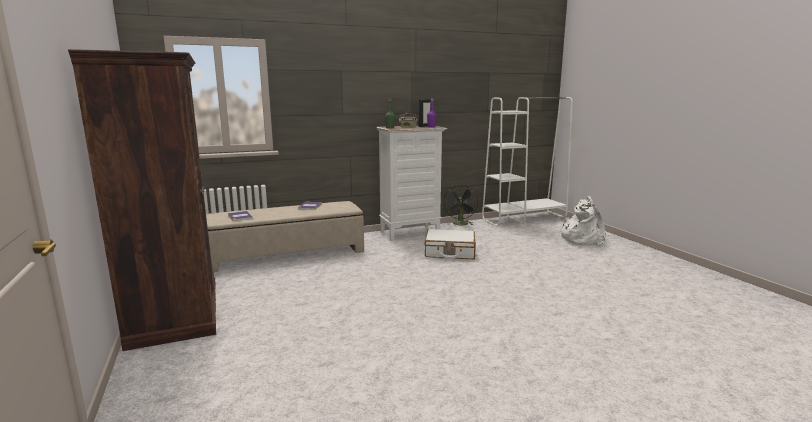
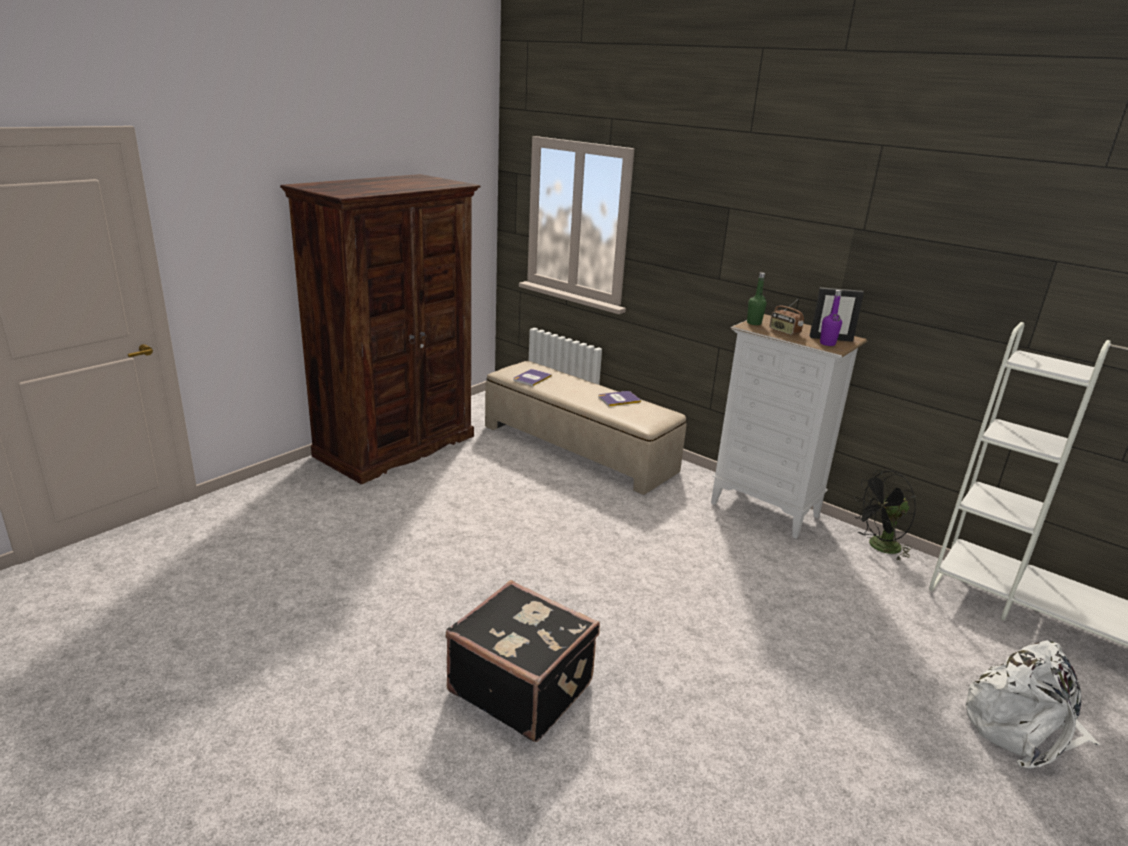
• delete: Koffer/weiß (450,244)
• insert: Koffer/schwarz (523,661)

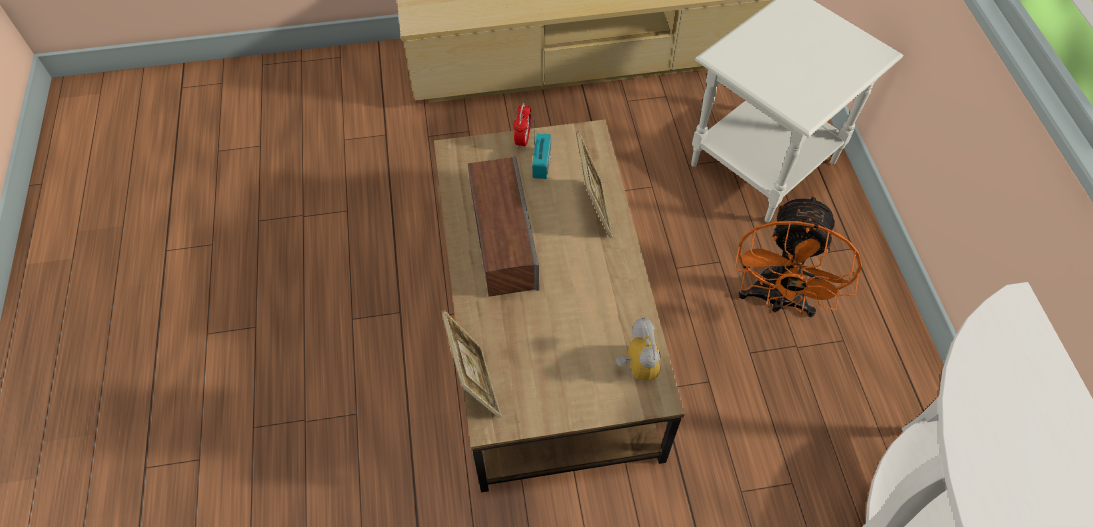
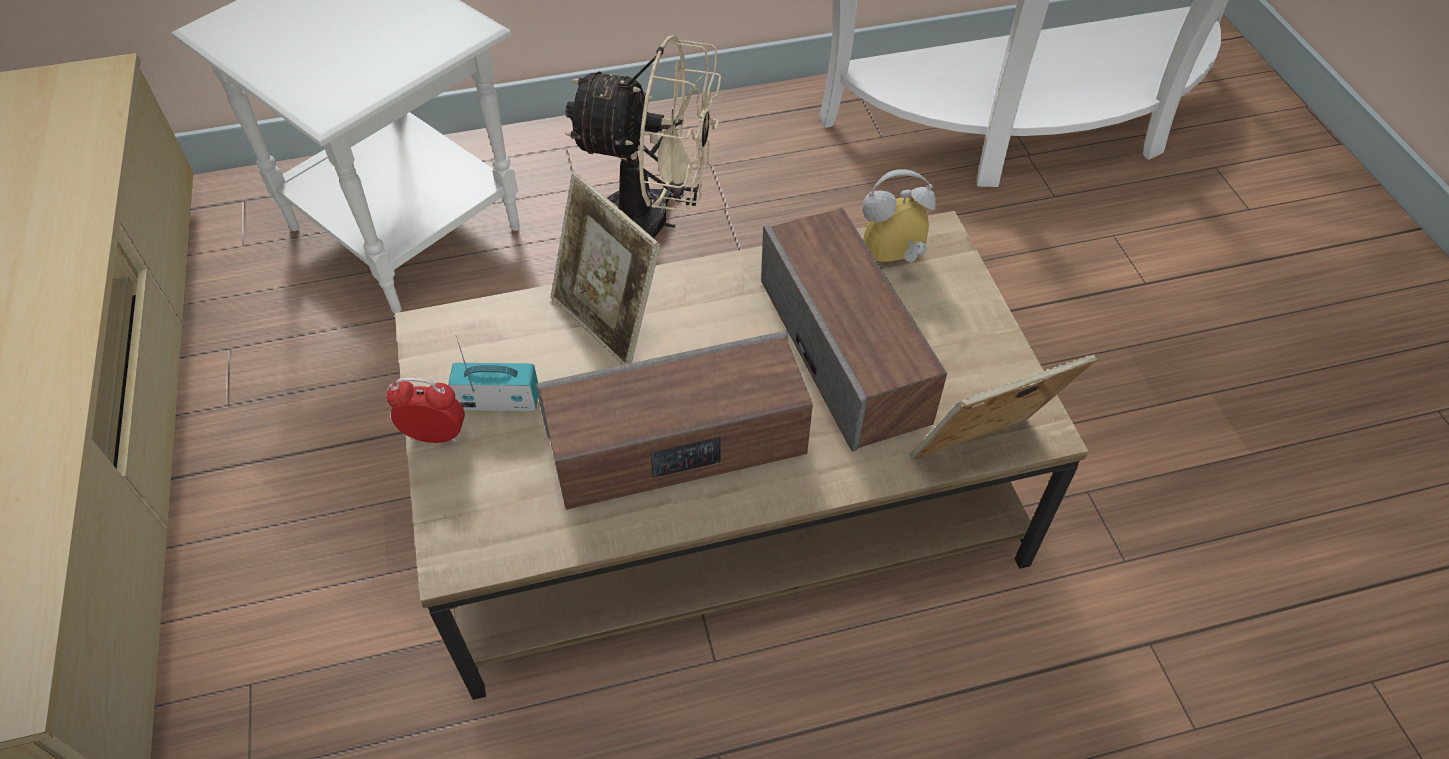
• rotate: Bilderrahmen (594,184) = (606,269) 120 degrees counterclockwise
• recolor: Ventilator/orange (798,255) to Ventilator/beige (643,136)
• insert: Lautsprecher (854,330)

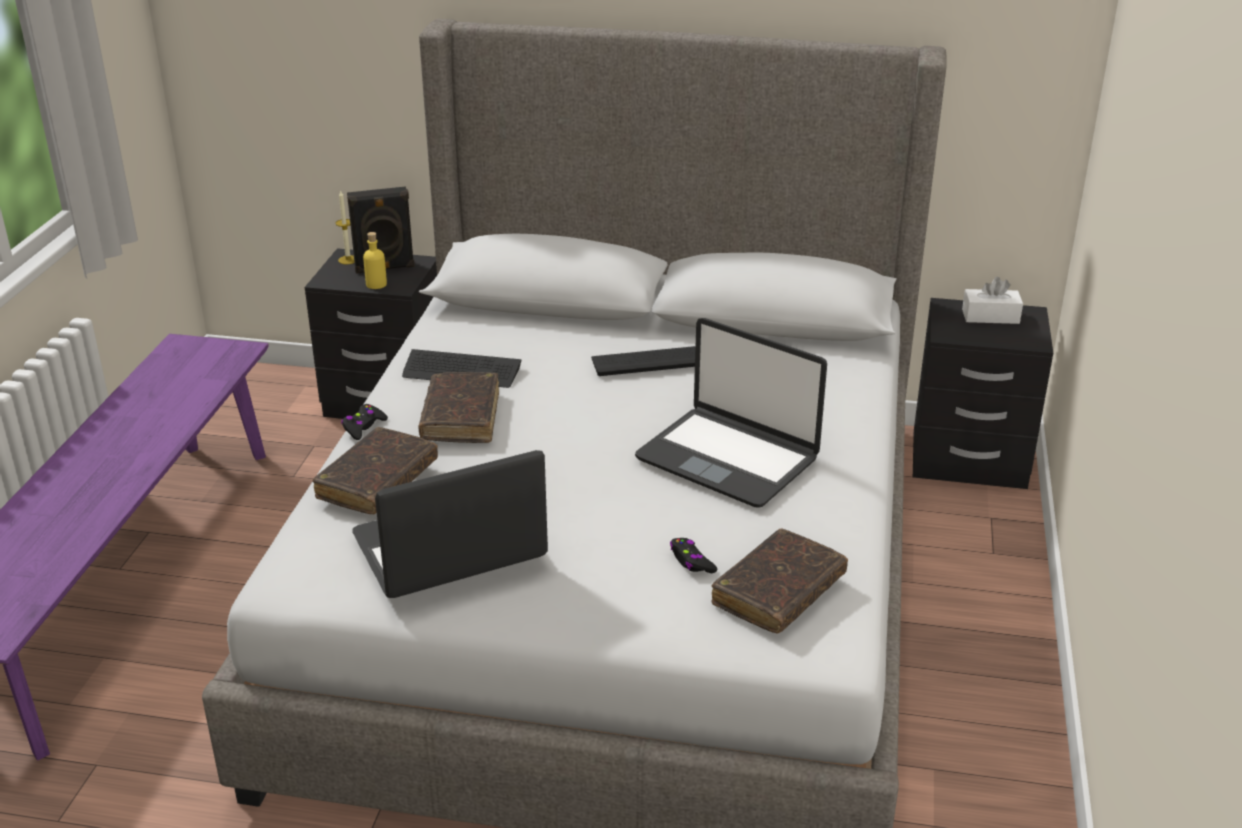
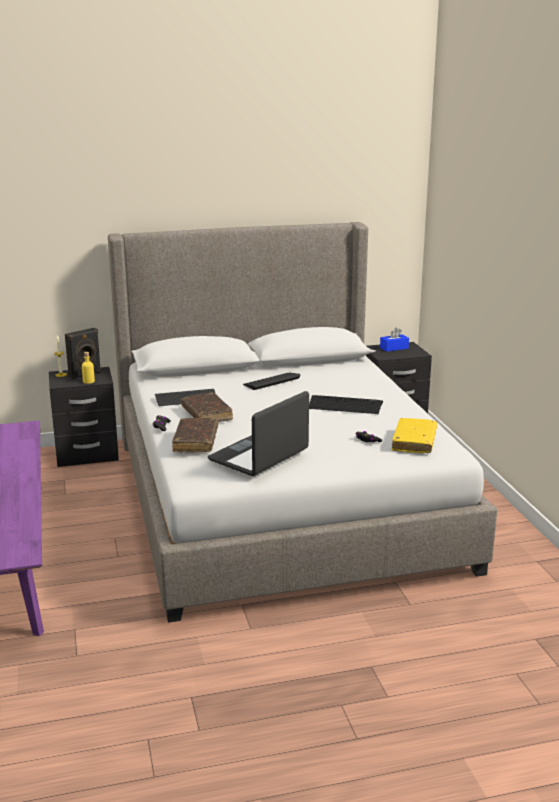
• recolor: Taschentuchbox/weiß (992,300) to Taschentuchbox/blau (394,340)
• replace: Laptop (731,413) to Tastatur (346,404)
• recolor: Buch/braun (779,581) to Buch/gelb (414,435)

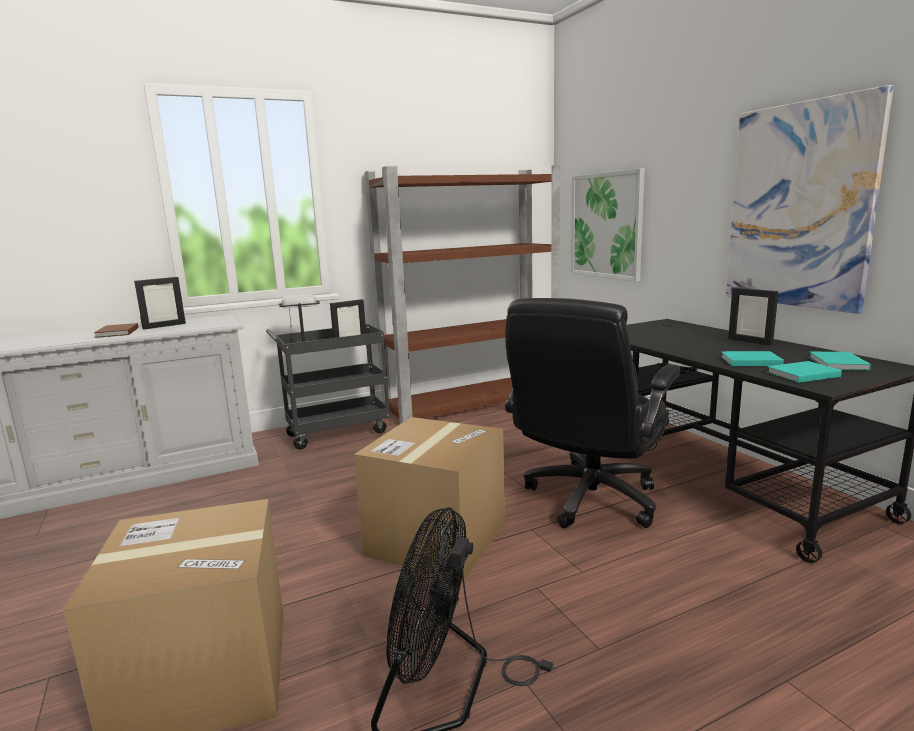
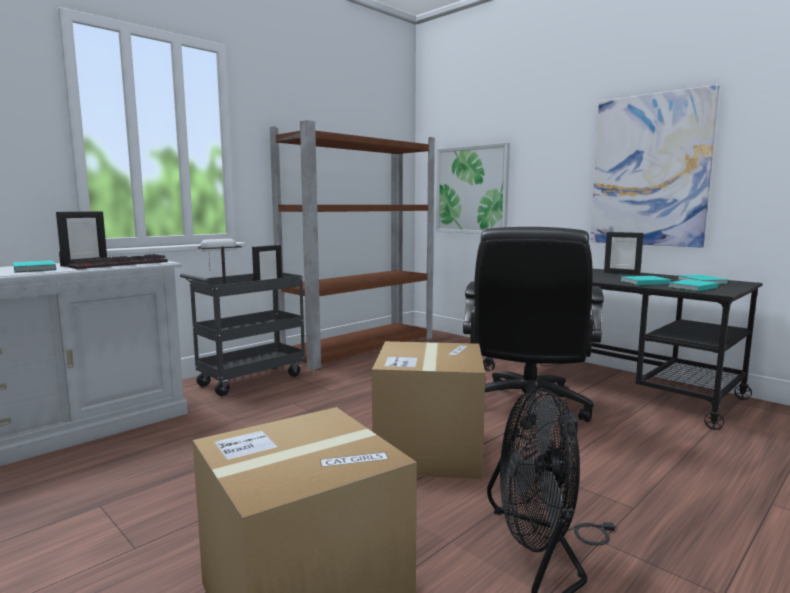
• recolor: Buch/braun (116,330) to Buch/türkis (34,266)
• insert: Tastatur (117,261)

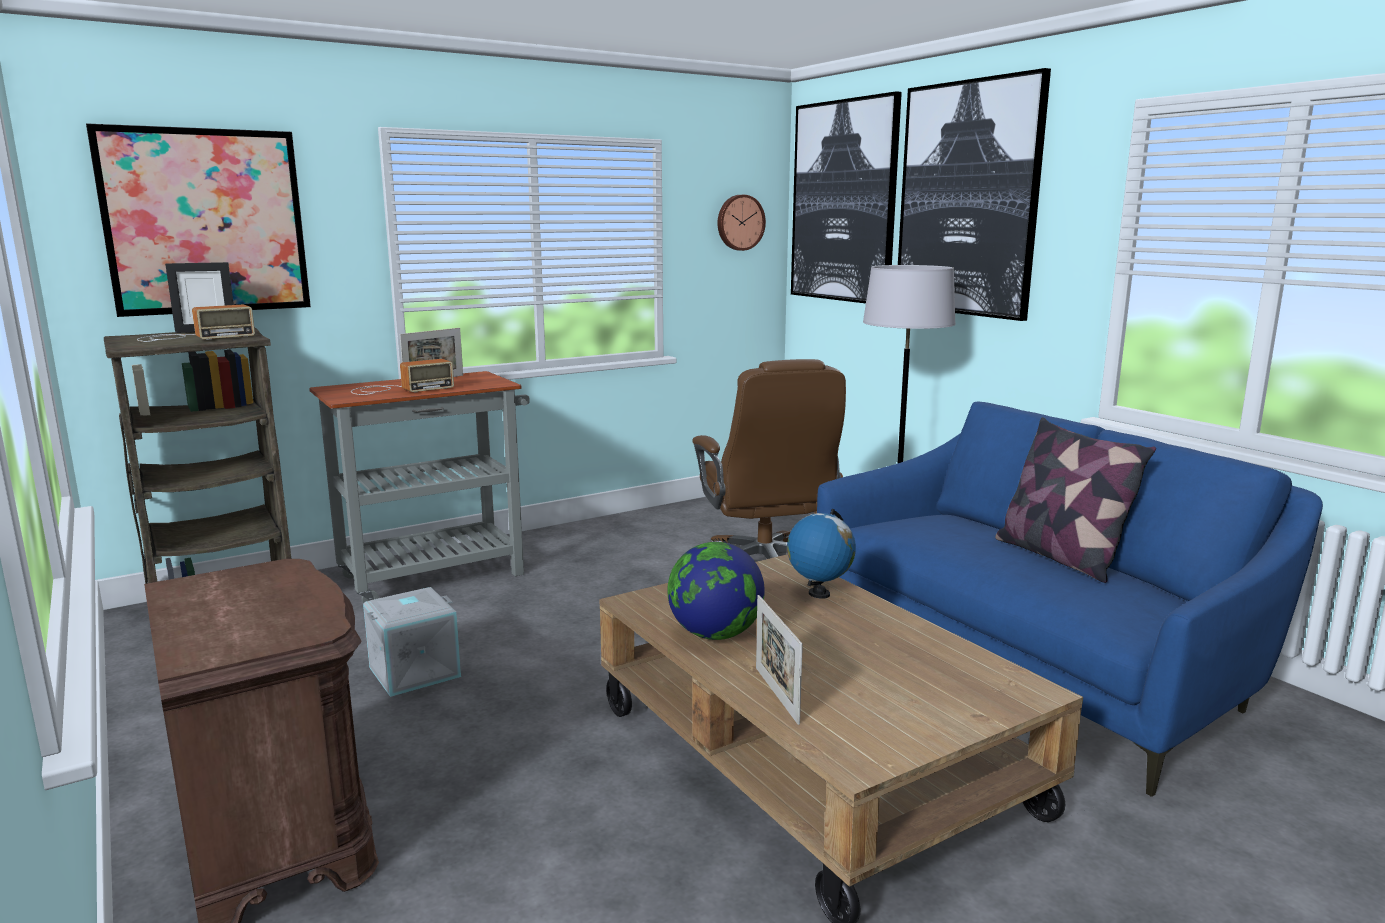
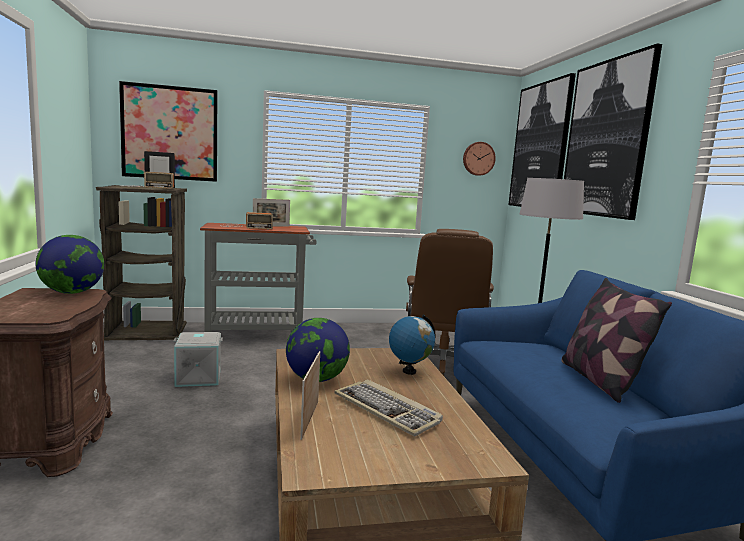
• insert: Globus (69,264)
• insert: Tastatur (388,408)

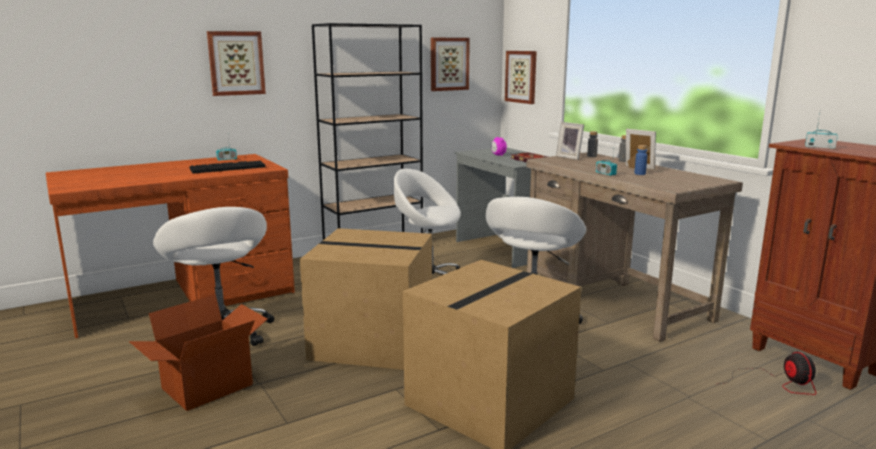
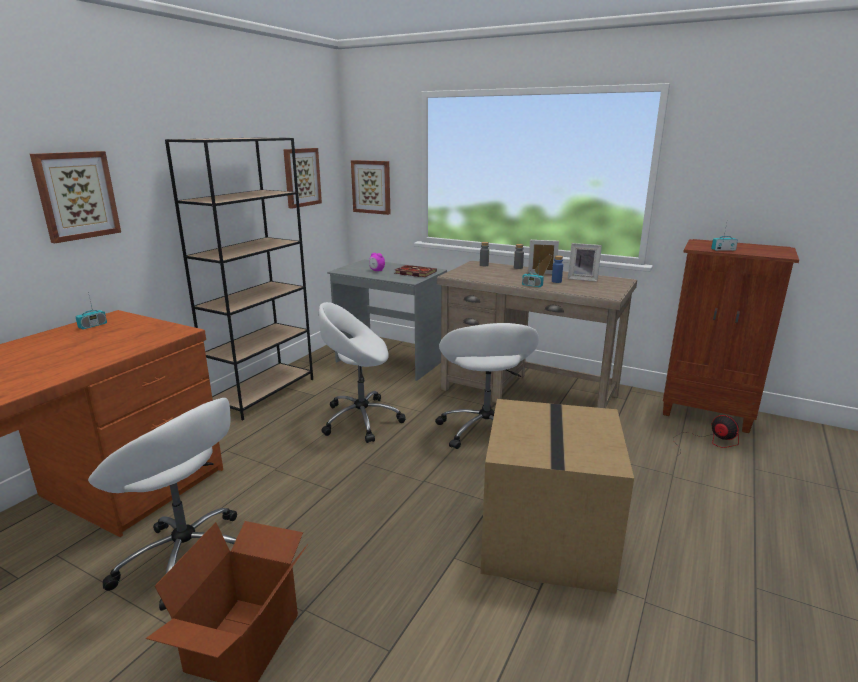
• move: Bilderrahmen (570,141) to (585,262)
• delete: Tastatur (227,167)
• delete: Karton (366,299)

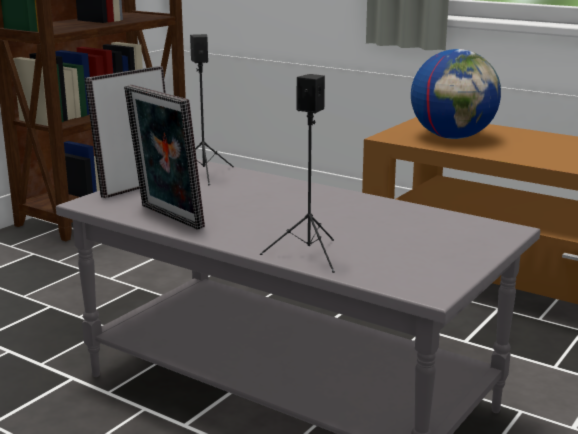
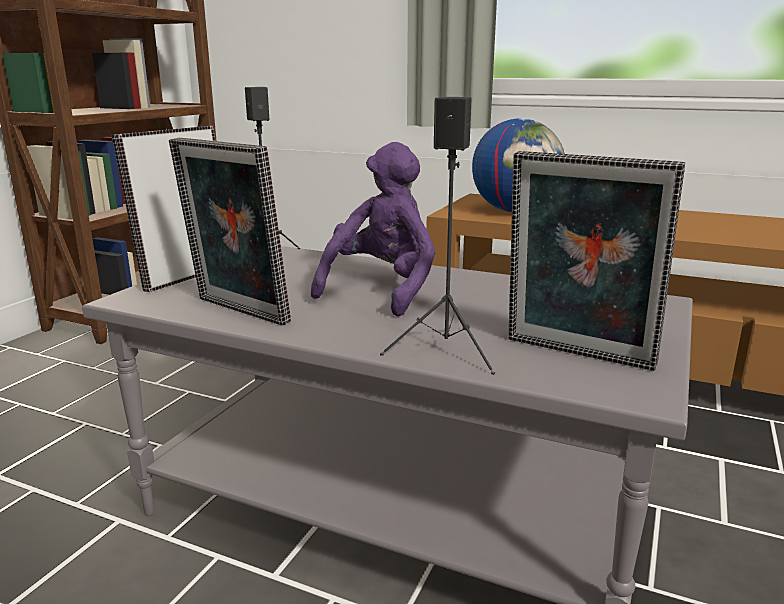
• insert: Plüschtier/lila (373,229)
• insert: Bilderrahmen (596,261)

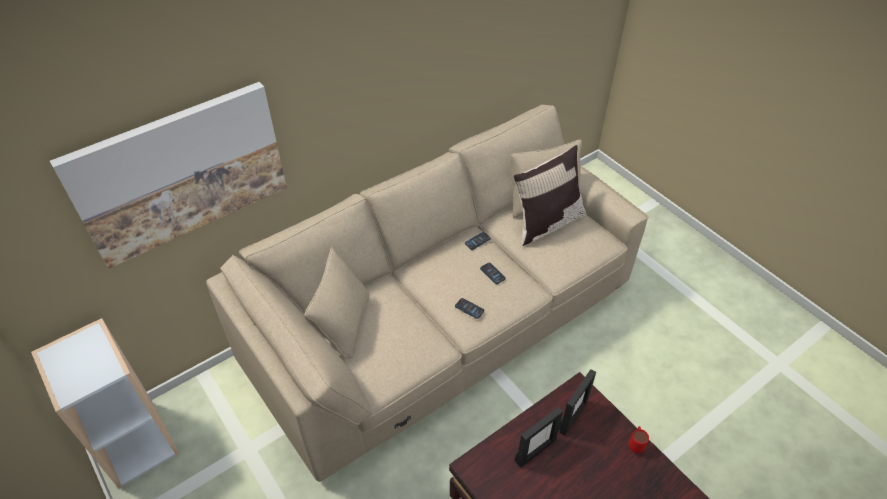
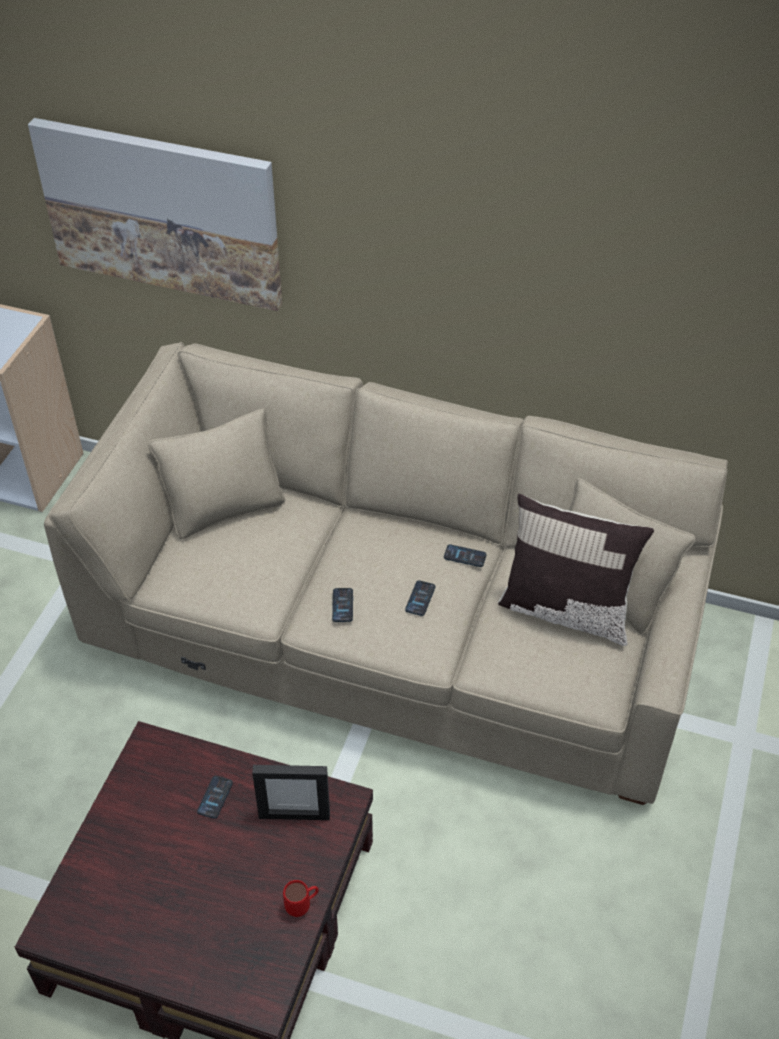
• replace: Bilderrahmen (539,437) to Handy (215,797)

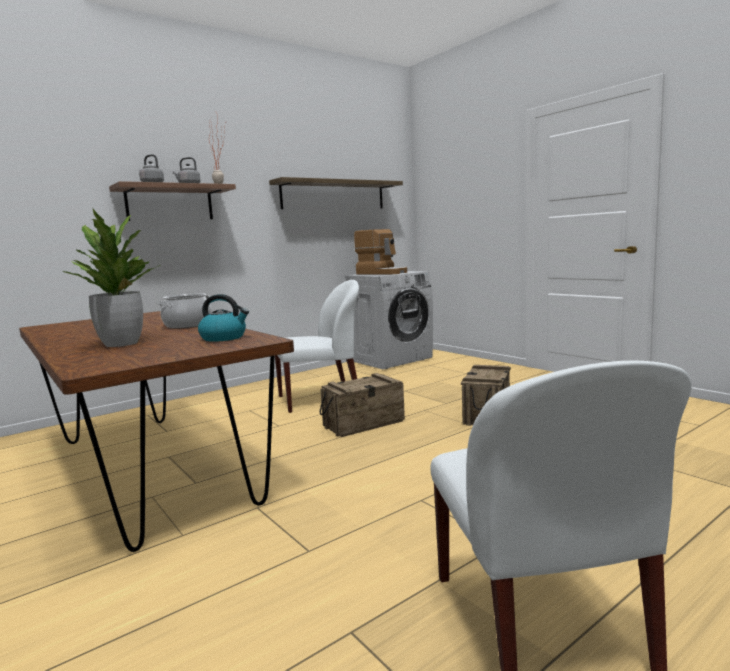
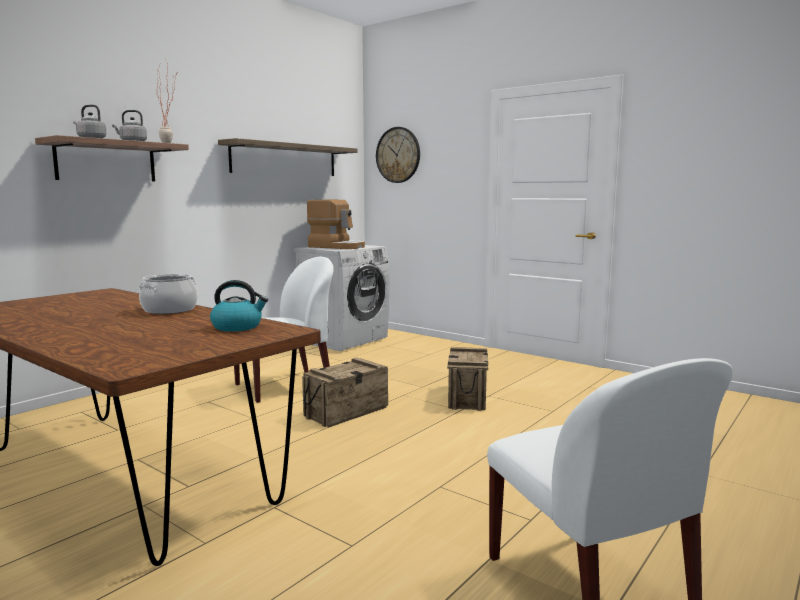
• delete: Topfpflanze (111,278)
• insert: Wanduhr (398,155)

